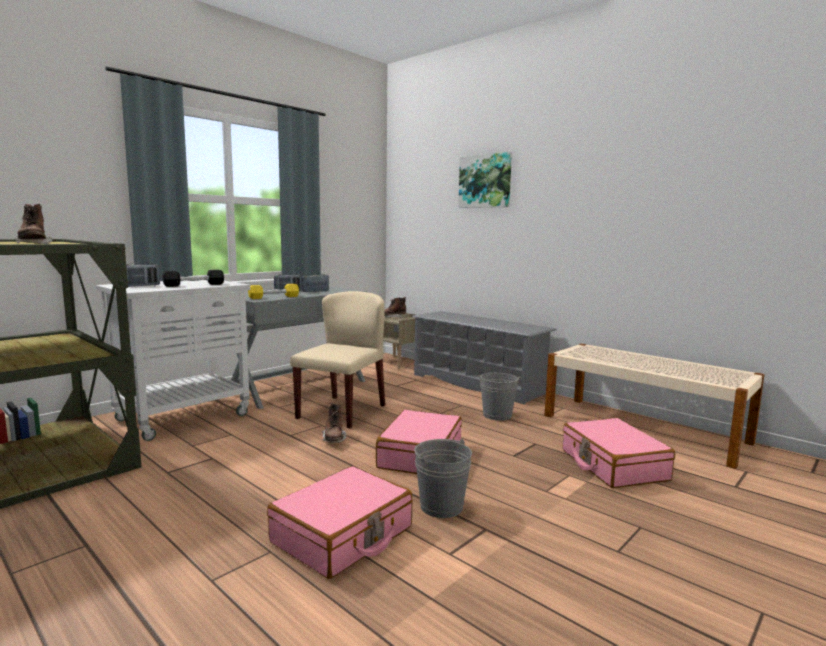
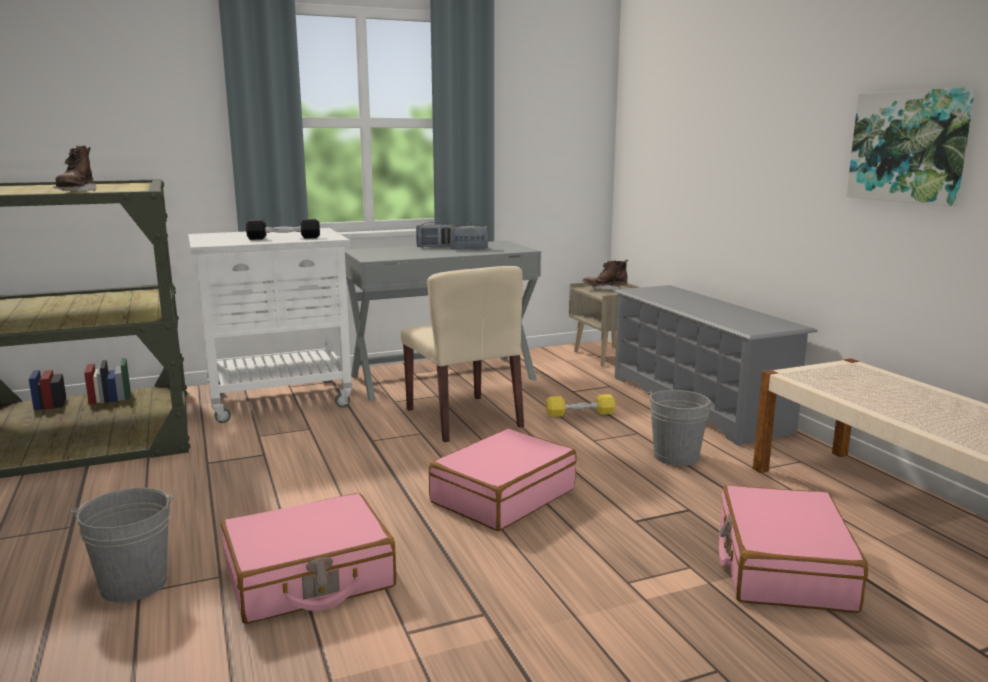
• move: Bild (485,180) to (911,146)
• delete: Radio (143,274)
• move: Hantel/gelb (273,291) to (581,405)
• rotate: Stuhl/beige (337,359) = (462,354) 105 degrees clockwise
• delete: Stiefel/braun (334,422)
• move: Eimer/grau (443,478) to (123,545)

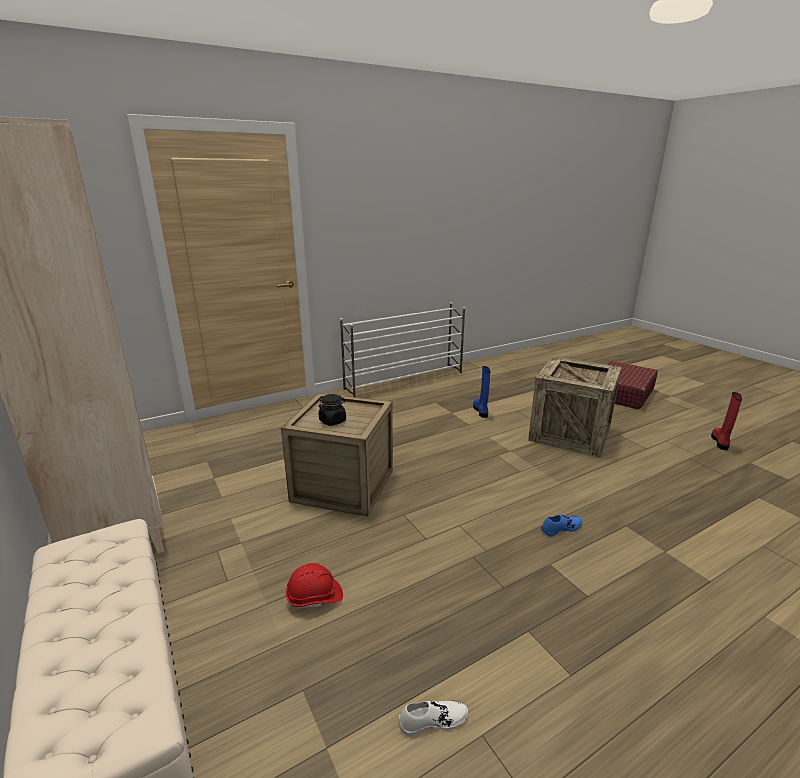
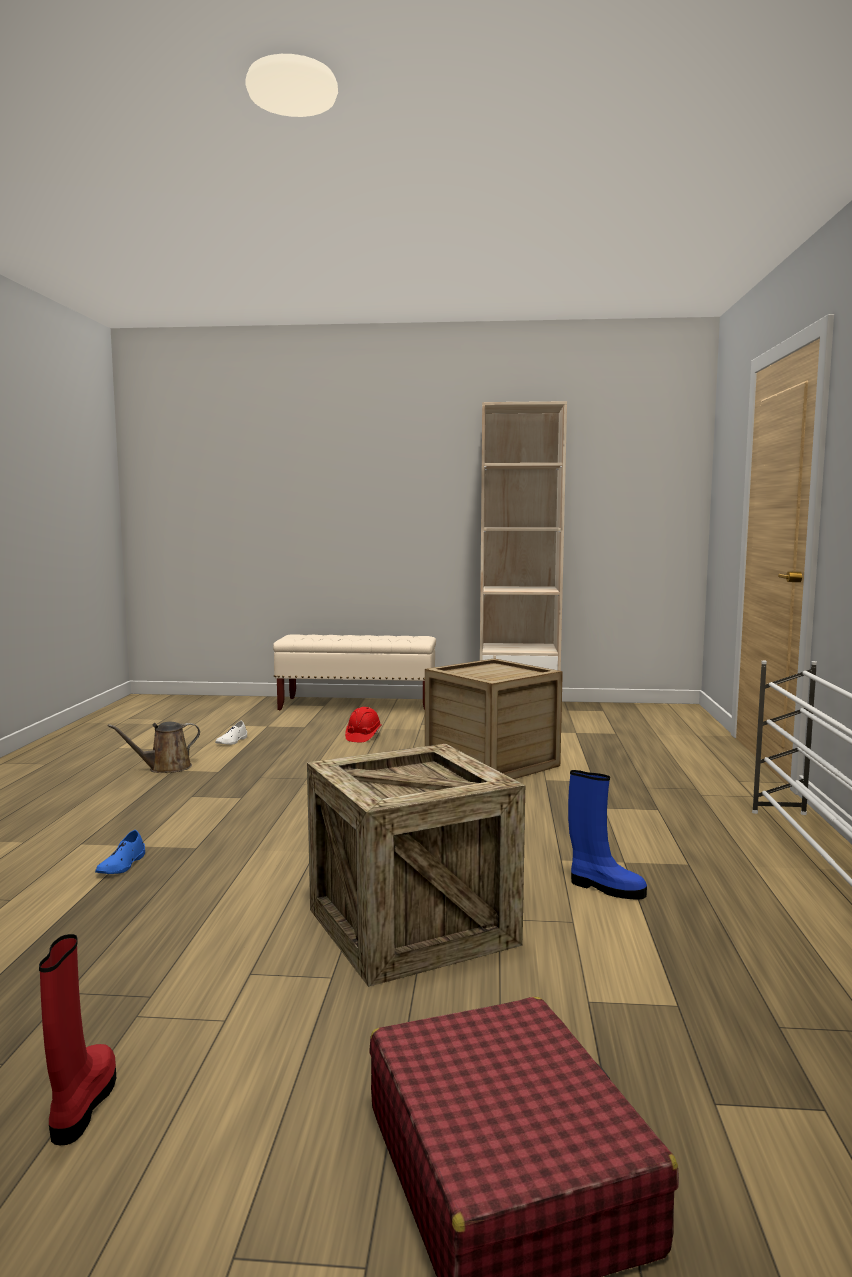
• rotate: Stiefel/rot (726,421) = (77,1039) 150 degrees counterclockwise
• delete: Vorratsglas/schwarz (332,410)
• move: Schuh/blau (561,526) to (120,852)
• insert: Gießkanne/braun (154,747)

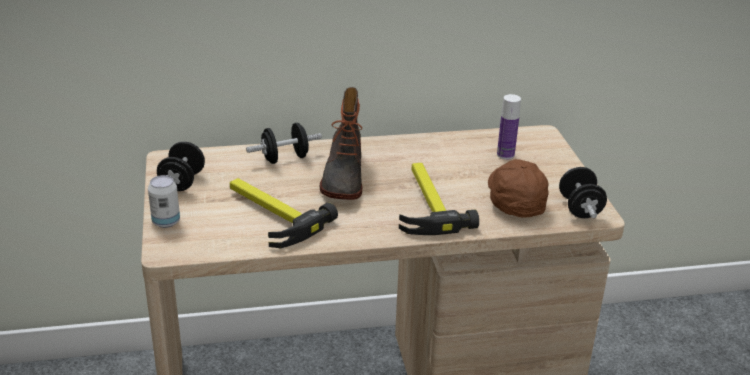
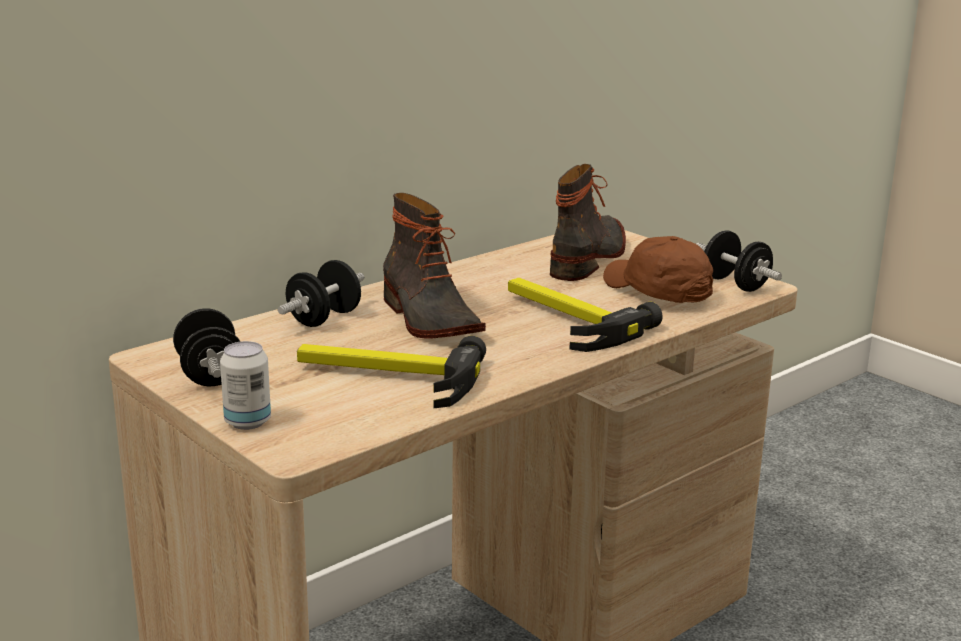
• replace: Flasche (509,127) to Stiefel (588,222)

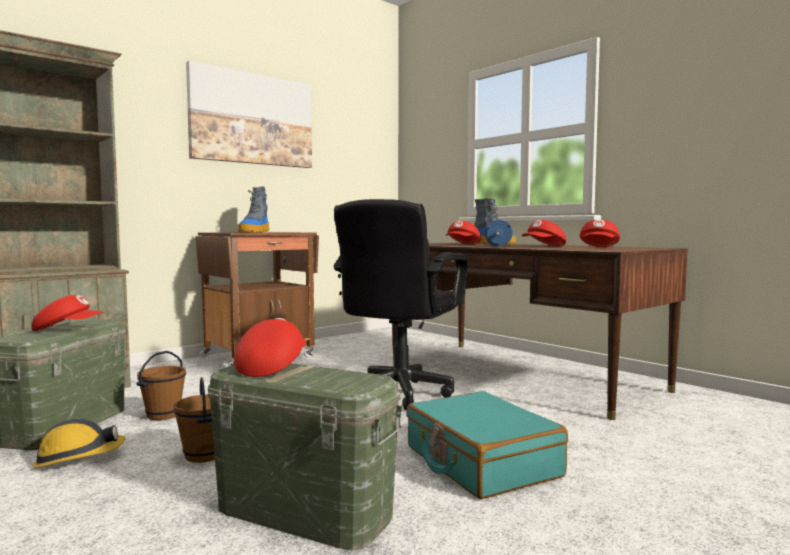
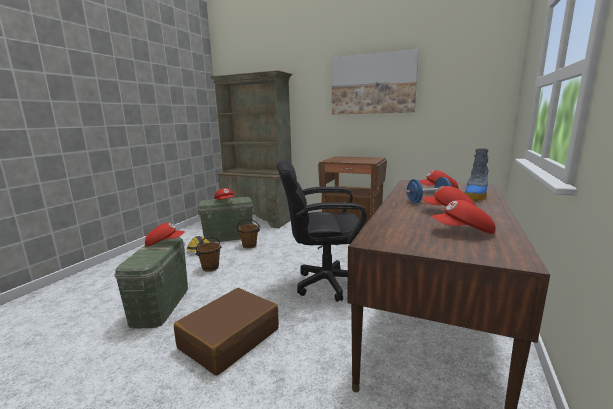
• delete: Stiefel (253,209)
• recolor: Koffer/türkis (487,445) to Koffer/braun (226,332)

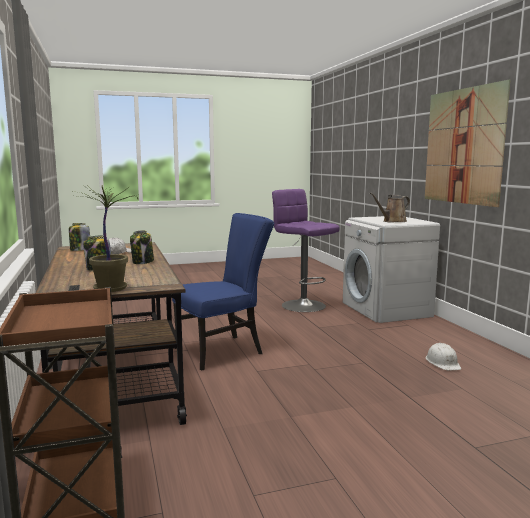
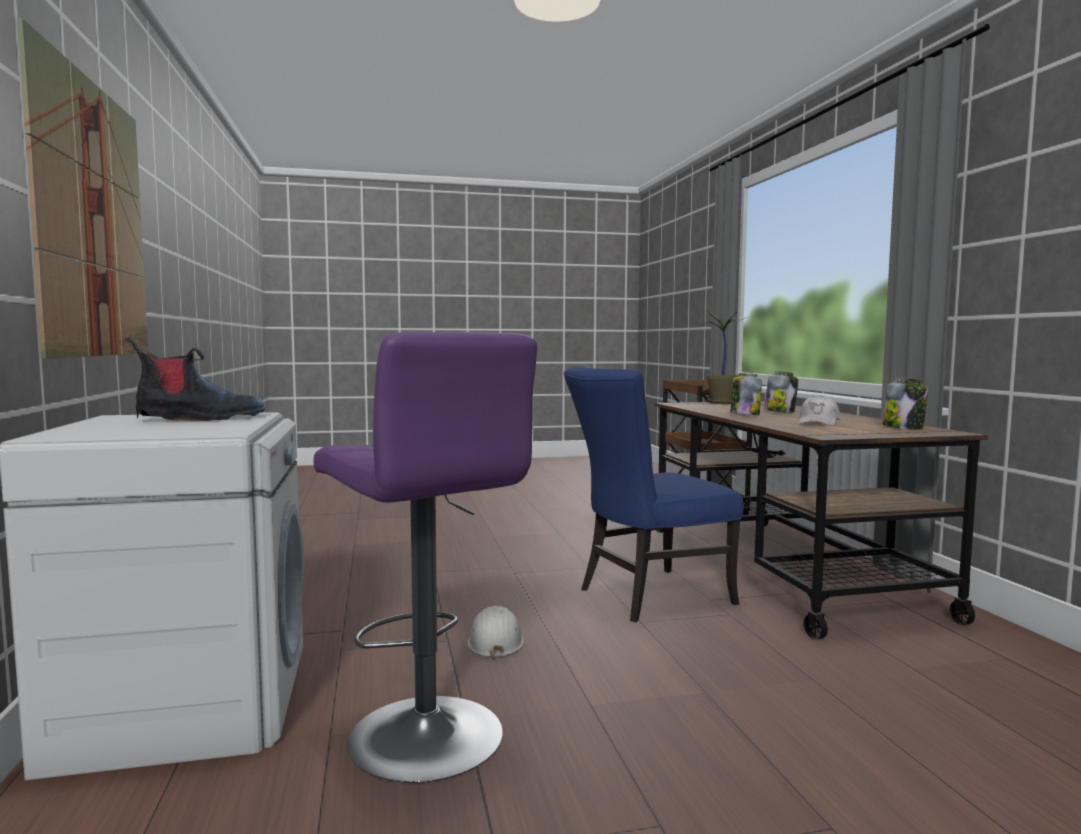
• replace: Gießkanne/braun (390,207) to Stiefel (195,379)
• move: Schutzhelm/weiß (443,356) to (496,633)

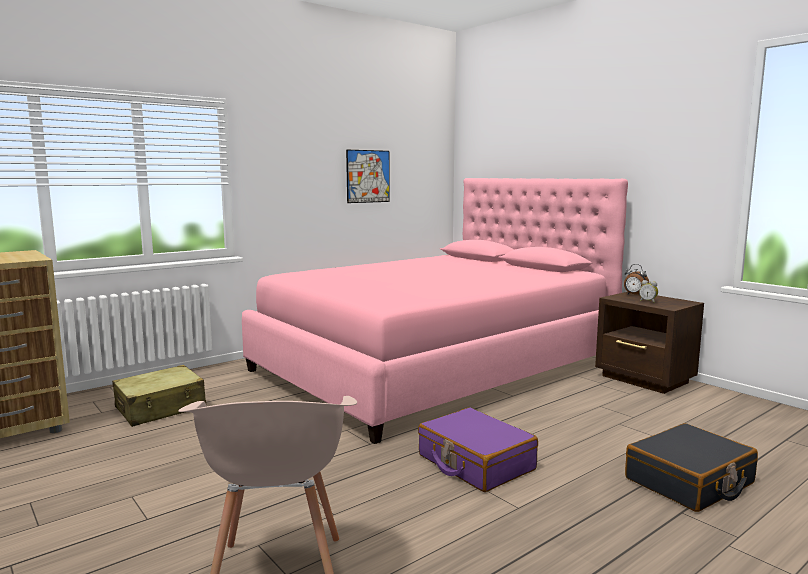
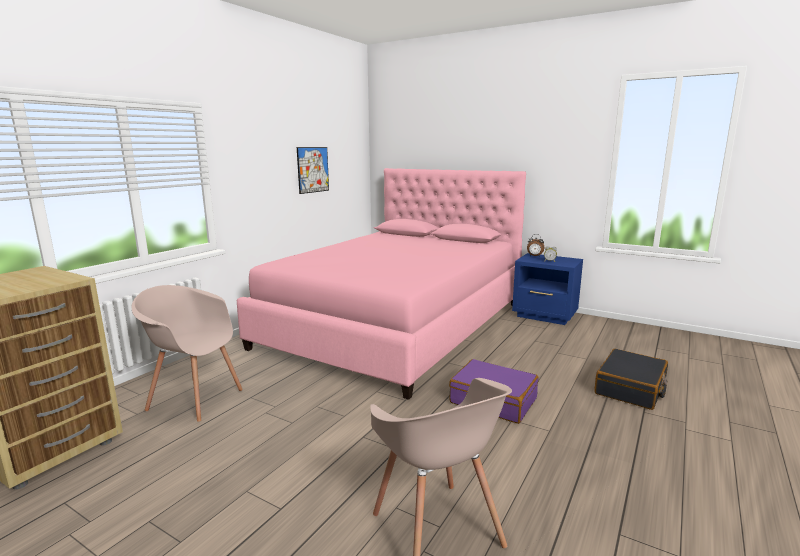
• recolor: Nachttisch/braun (649,343) to Nachttisch/blau (547,289)
• replace: Koffer/beige (159,396) to Stuhl/beige (187,353)

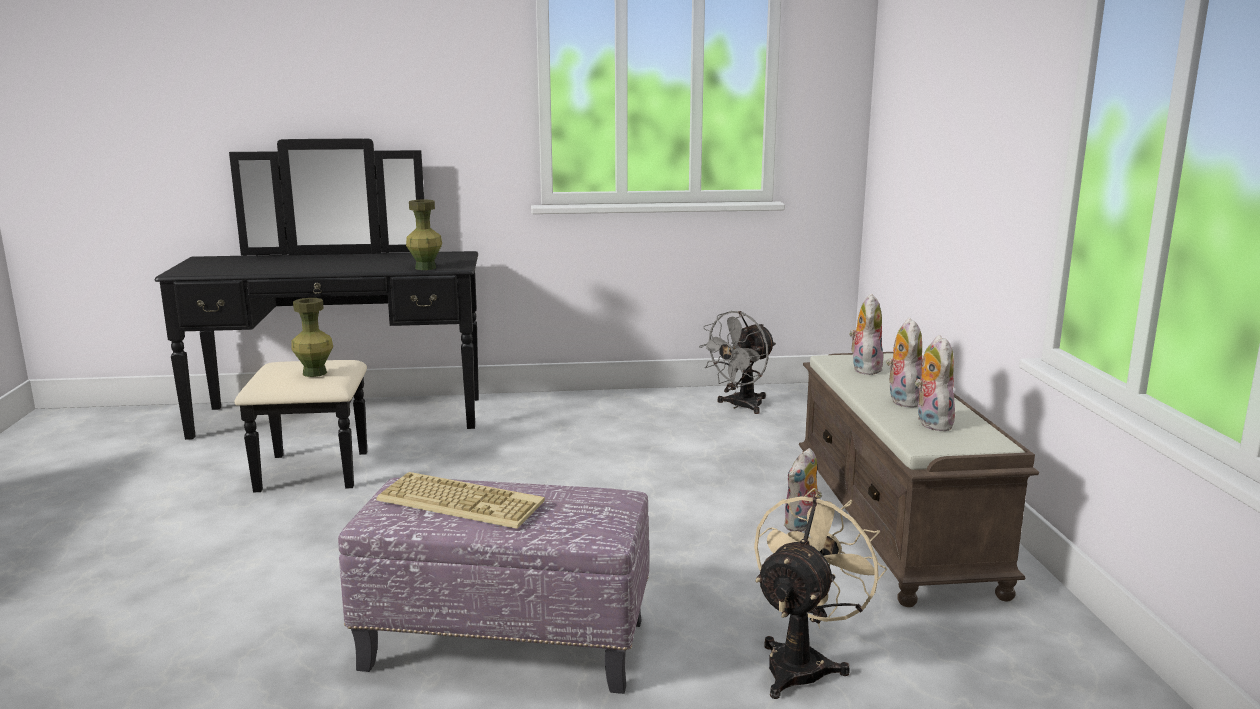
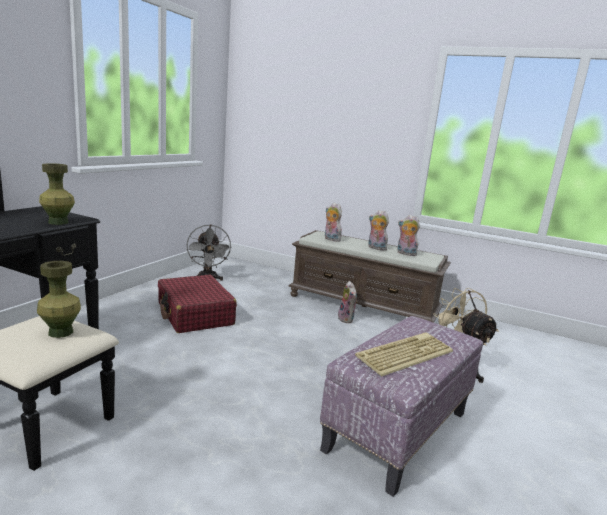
• insert: Koffer/rot (197,304)

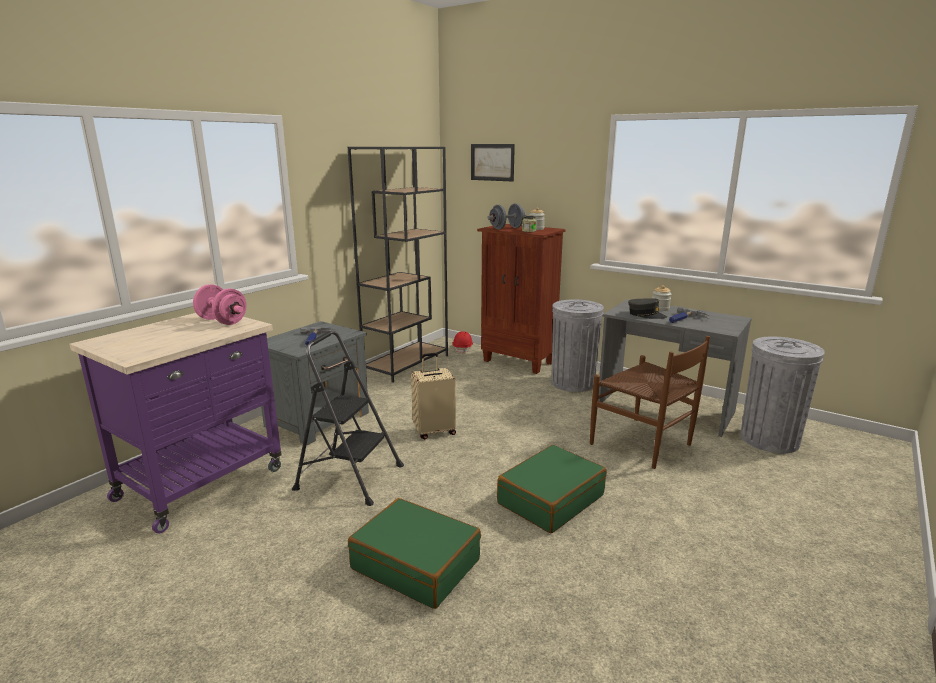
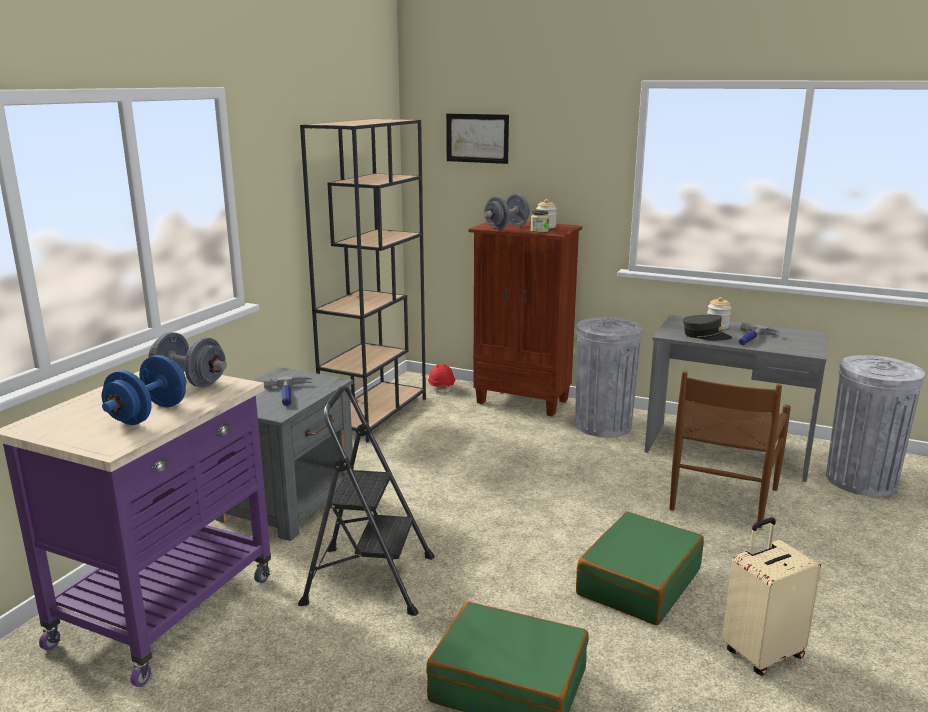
• recolor: Hantel/rosa (220,304) to Hantel/grau (188,360)
• rotate: Stuhl/braun (650,402) = (730,449) 75 degrees clockwise
• move: Koffer/beige (433,396) to (771,596)
• insert: Hantel/blau (144,390)

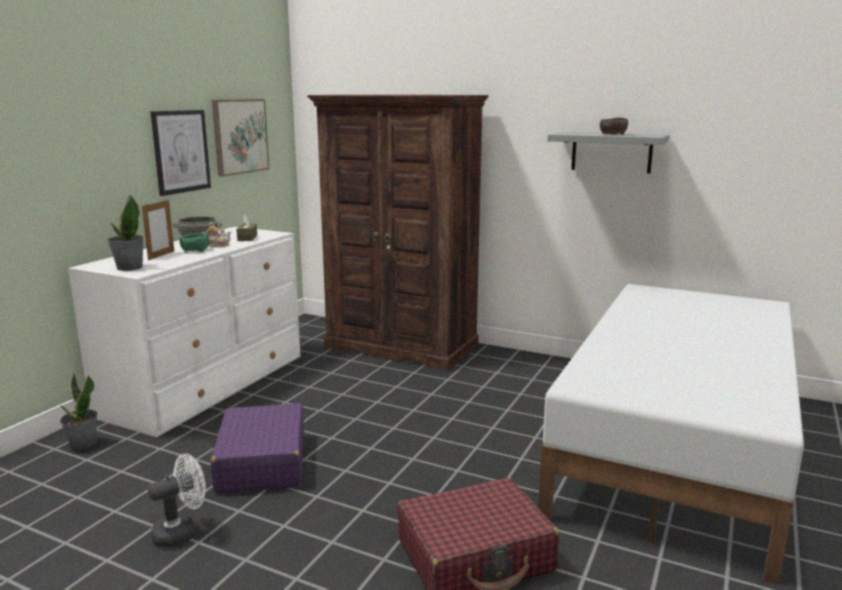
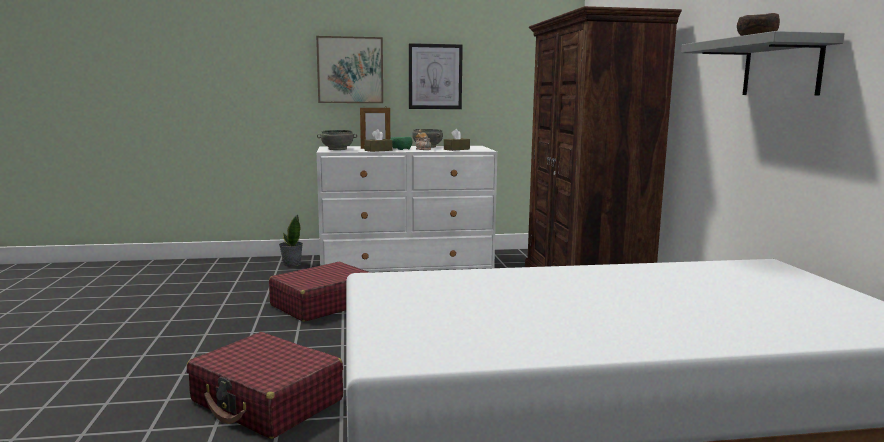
• move: Bild (240,138) to (349,69)
• replace: Topfpflanze (125,233) to Schüssel/grau (337,140)
• recolor: Koffer/lila (257,448) to Koffer/rot (320,292)
• delete: Ventilator/weiß (177,501)
• insert: Taschentuchbox/braun (378,140)

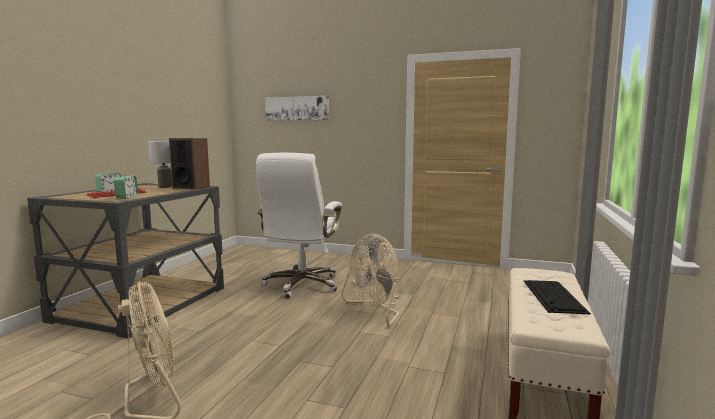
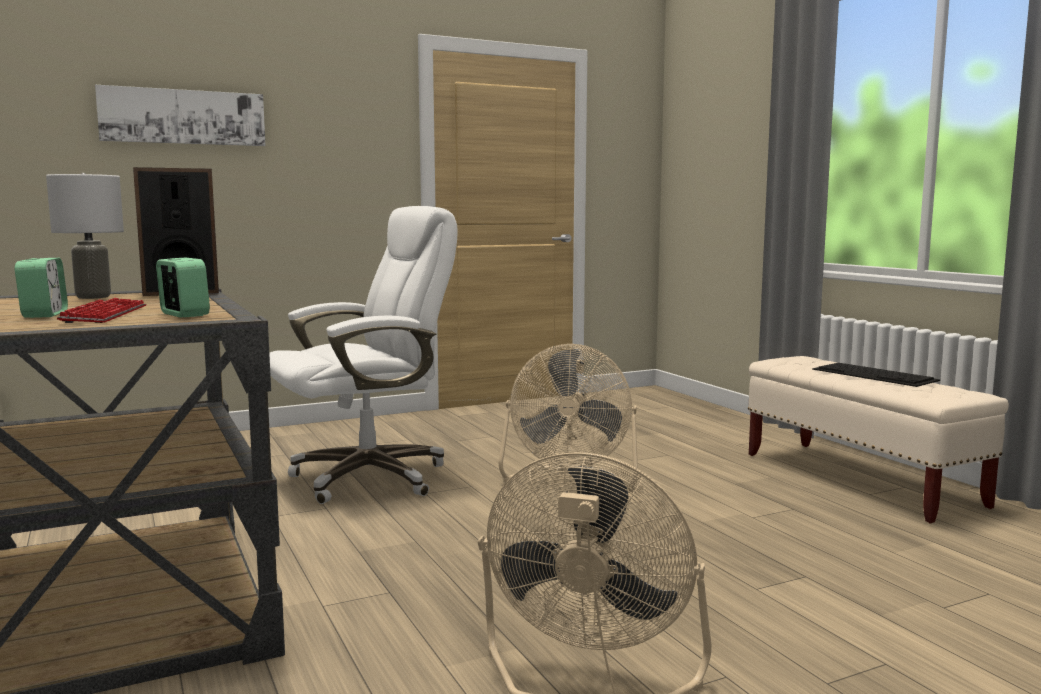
• rotate: Bürostuhl/weiß (299,226) = (363,355) 90 degrees counterclockwise

